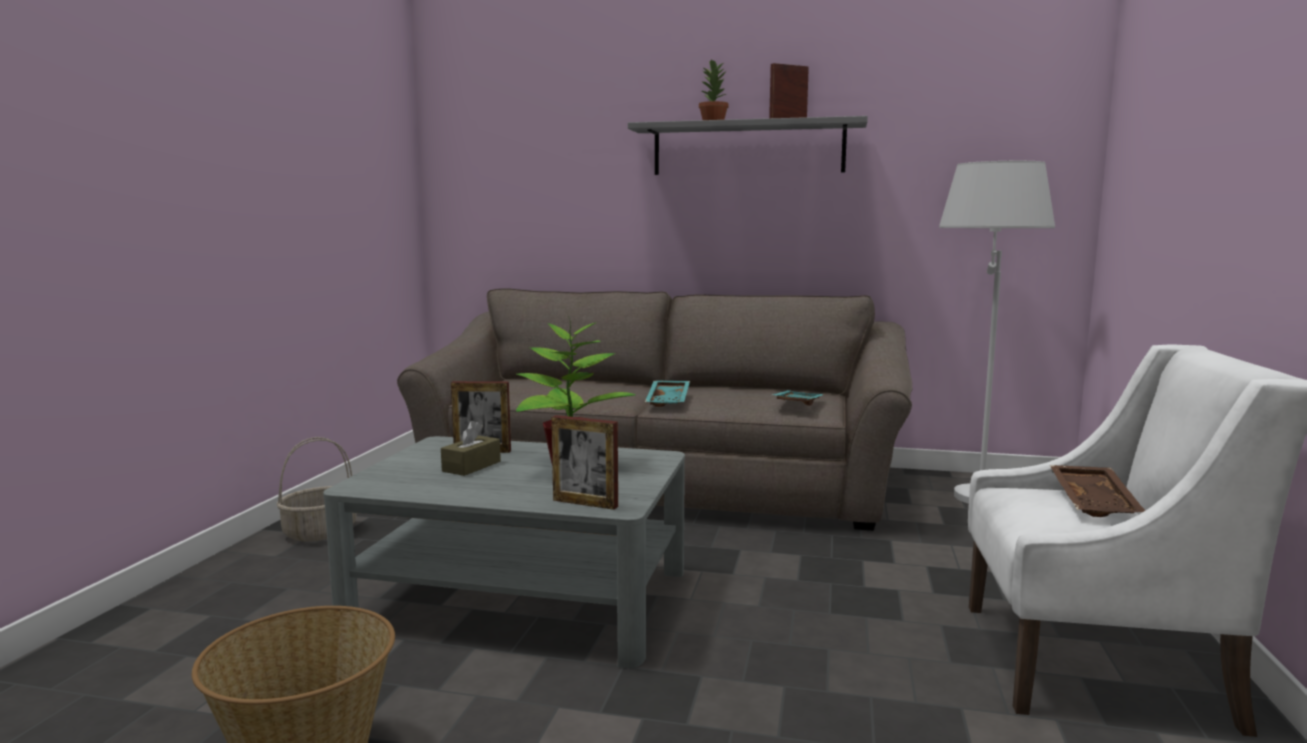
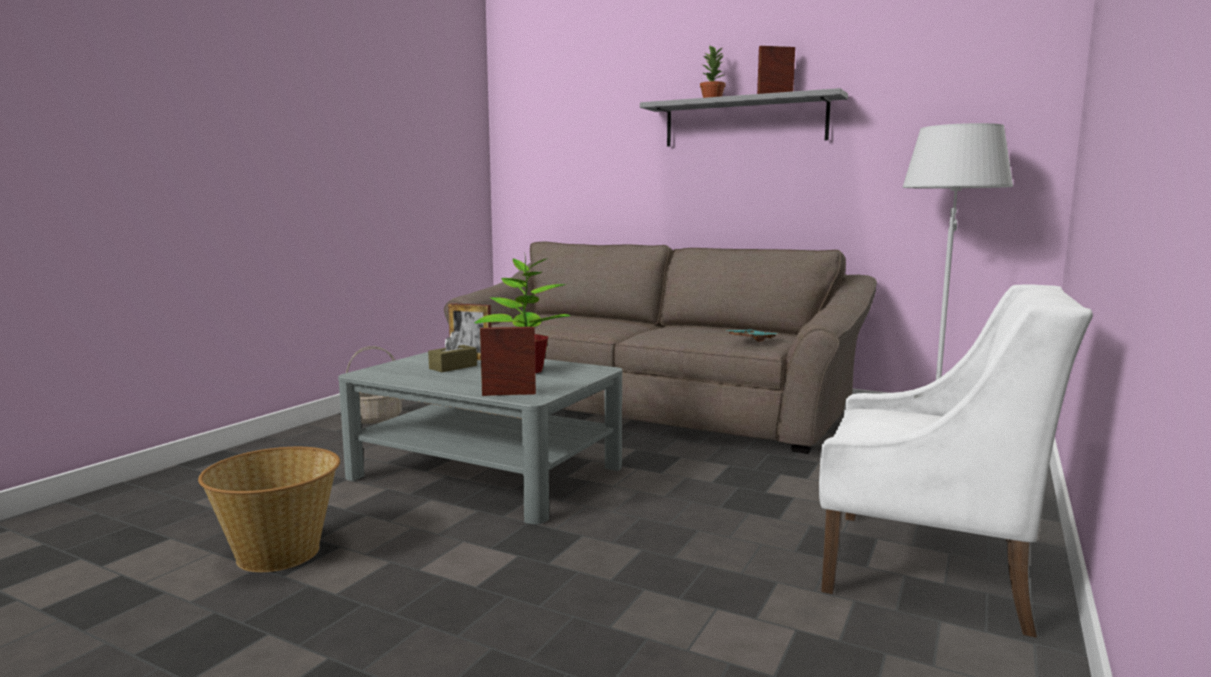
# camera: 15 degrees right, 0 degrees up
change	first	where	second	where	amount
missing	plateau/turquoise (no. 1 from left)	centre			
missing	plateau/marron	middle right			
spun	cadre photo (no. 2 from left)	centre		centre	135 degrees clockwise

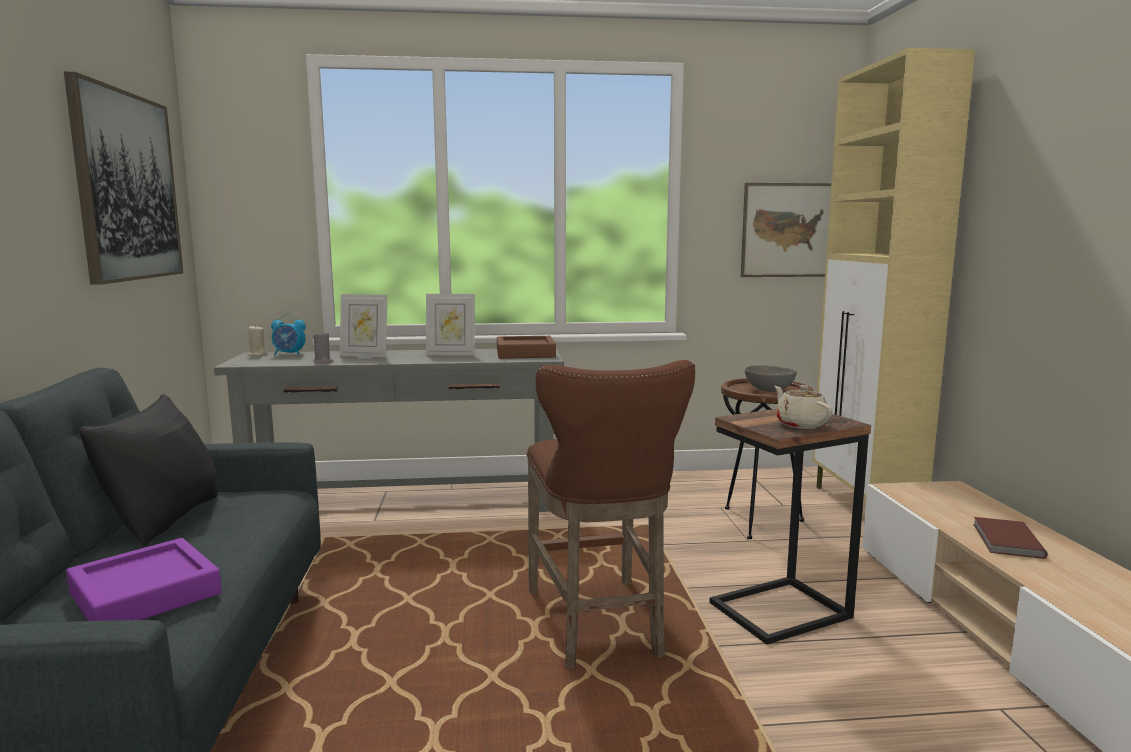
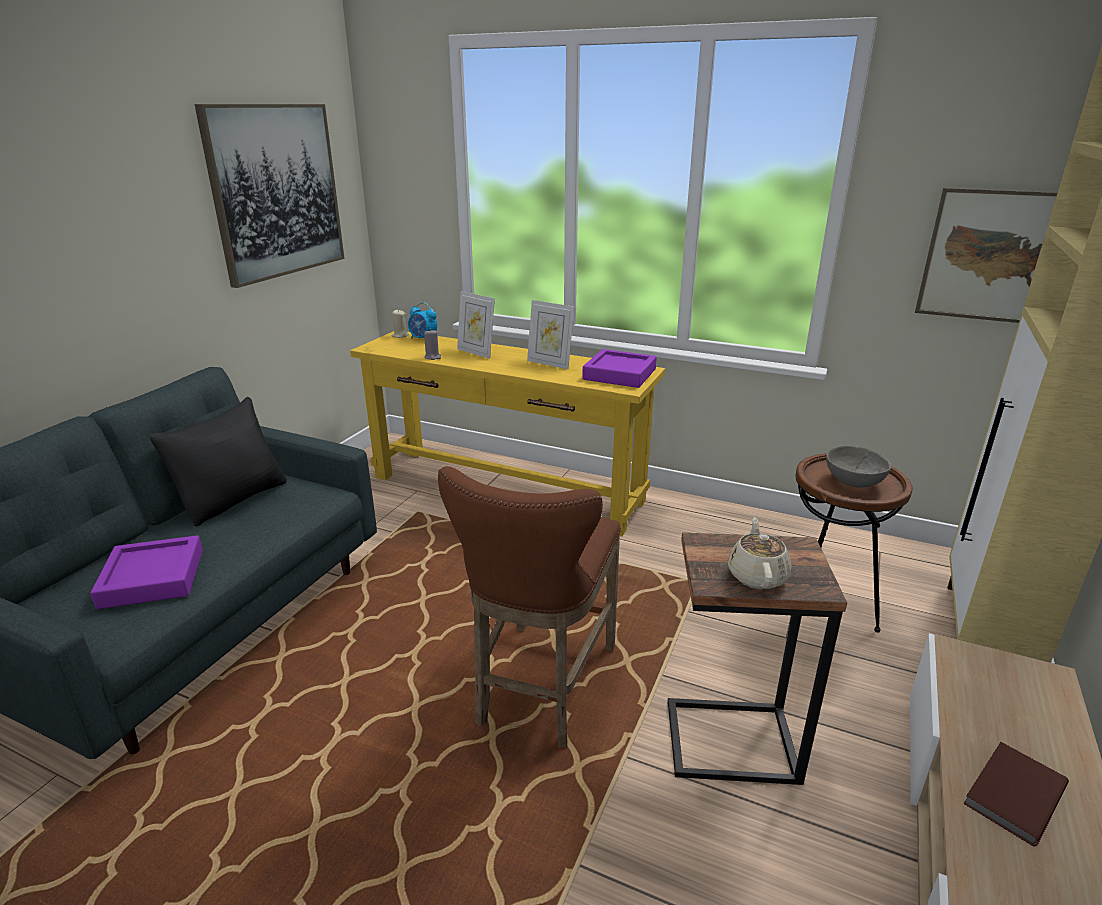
# camera: 30 degrees right, 15 degrees up
change	first	where	second	where	amount
colour	table console/gris	centre	table console/jaune	centre	
colour	plateau/marron	centre	plateau/violet (no. 2 from left)	centre	

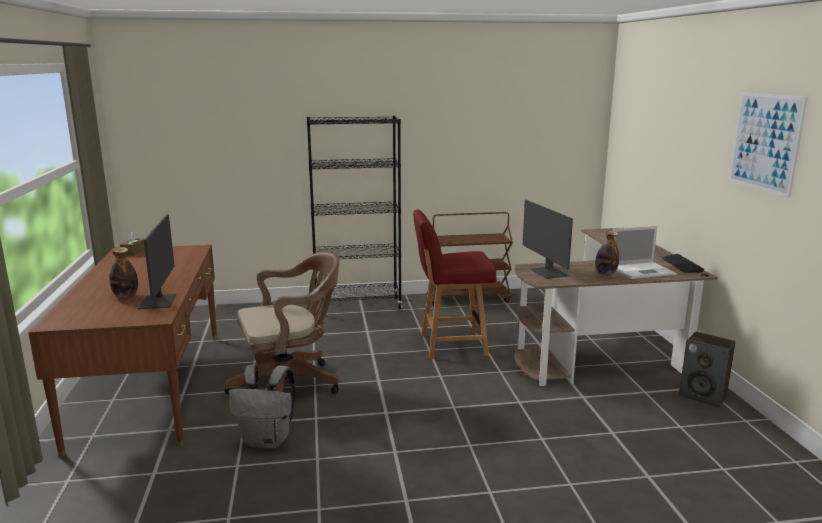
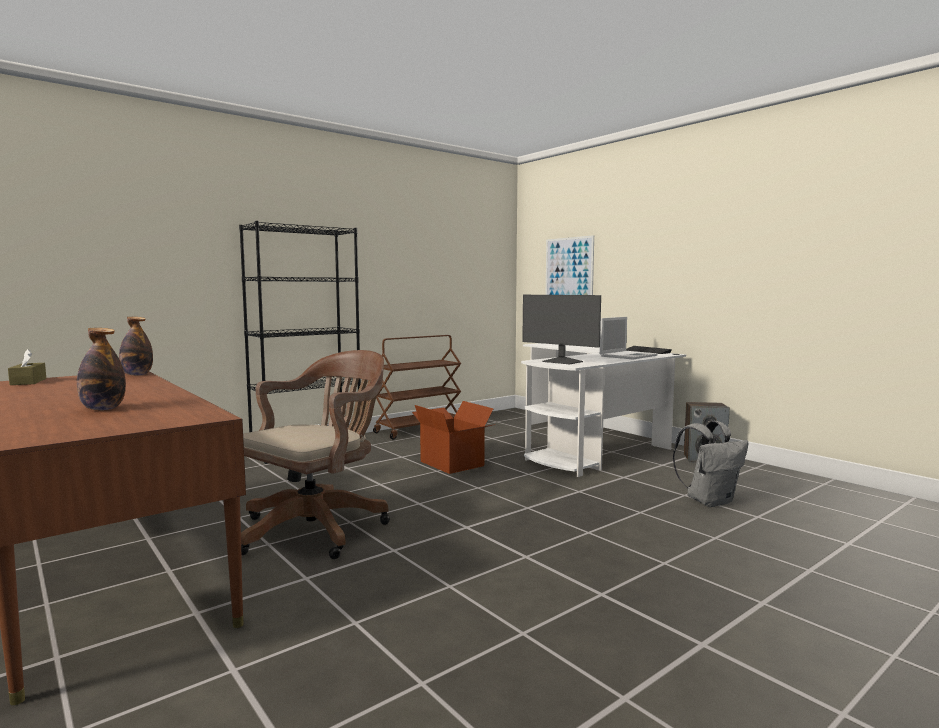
# camera: 30 degrees left, 10 degrees down
change	first	where	second	where	amount
missing	écran d'ordinateur (no. 1 from left)	middle left			
relocated	sac à dos/gris	bottom left		middle right	
relocated	bouteille (no. 2 from left)	middle right		middle left	
relocated	tableau	top right		centre	
exchanged	chaise/rouge	centre	carton	centre	
colour	bureau/marron (no. 2 from left)	middle right	bureau/blanc	centre	

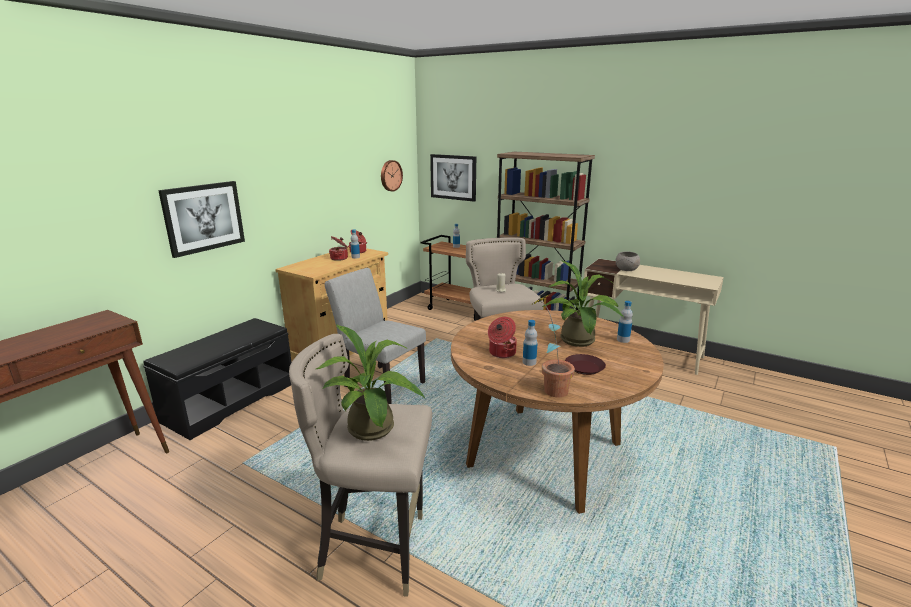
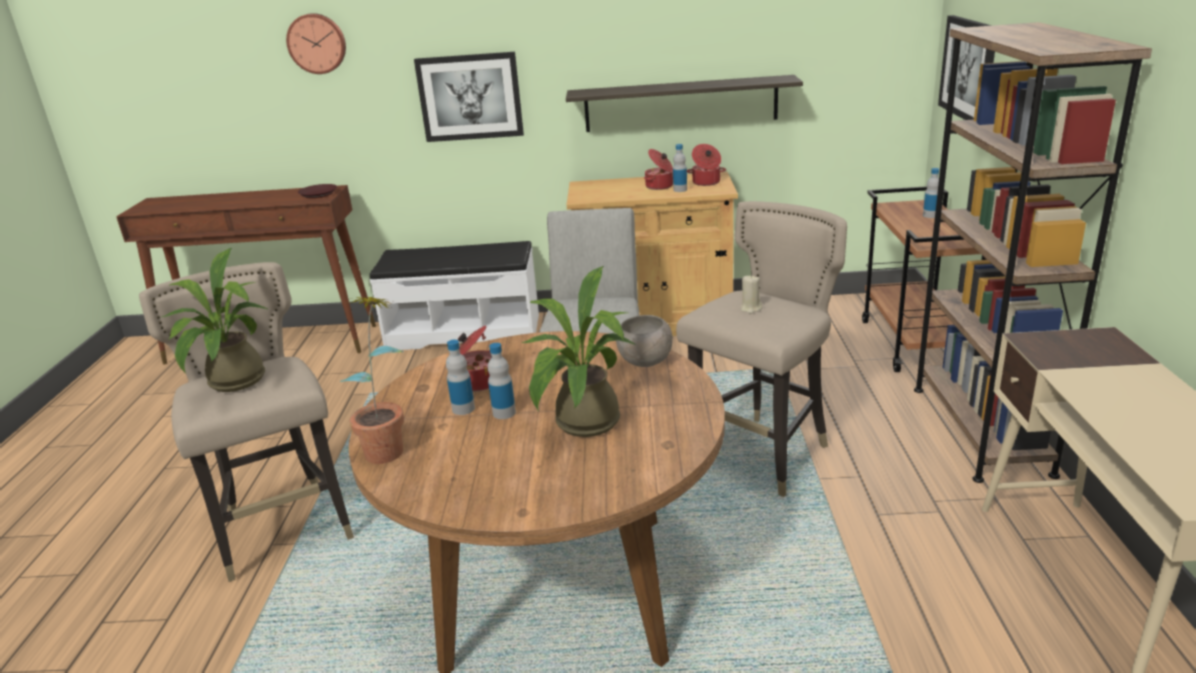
# camera: 60 degrees right, 5 degrees up
change	first	where	second	where	amount
appeared			étagère	top centre	
relocated	horloge murale	top centre		top left	
relocated	assiette/marron	centre		top left	
relocated	bol/gris	middle right		centre	
relocated	bouteille (no. 4 from left in the first image)	middle right	bouteille (no. 2 from left)	centre	
colour	banc/noir	middle left	banc/blanc	centre	

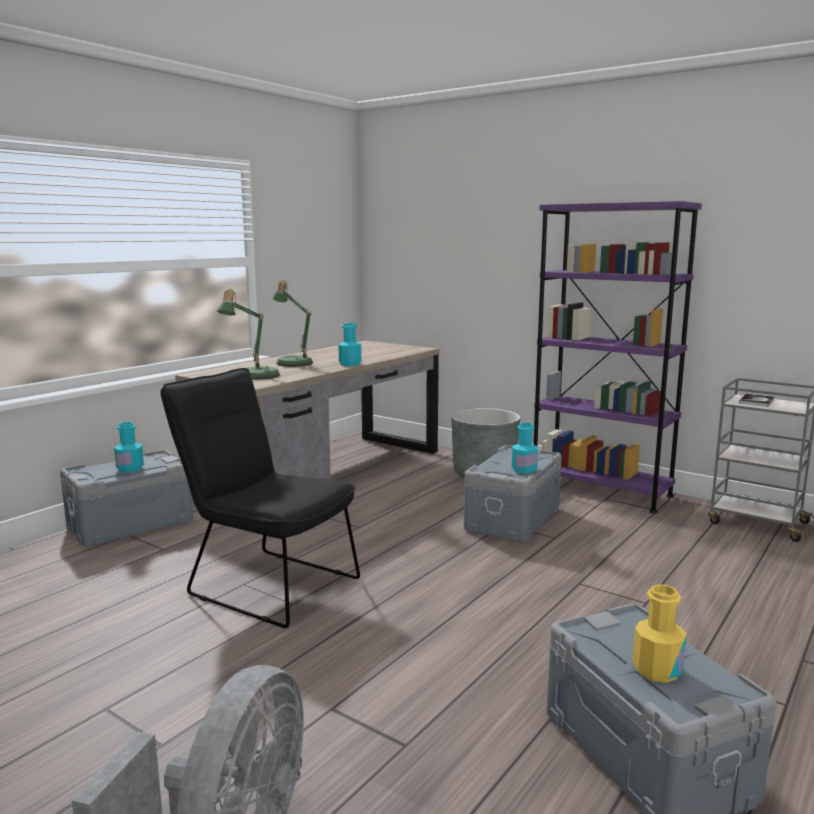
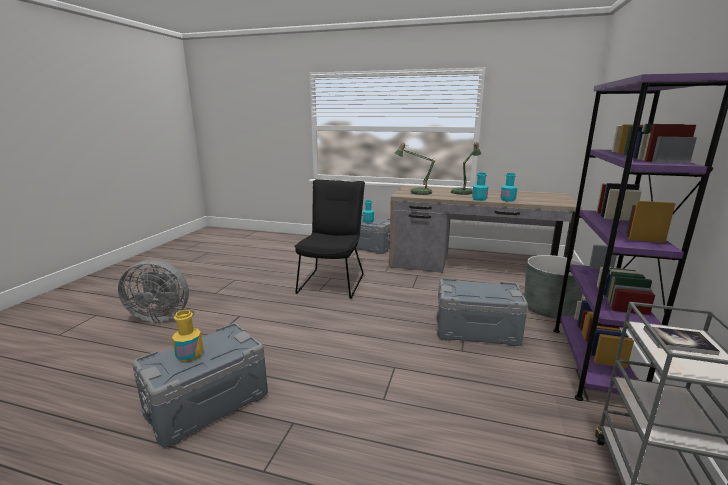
# camera: 70 degrees right, 5 degrees up
change	first	where	second	where	amount
relocated	bouteille/turquoise (no. 3 from left)	centre		middle right	

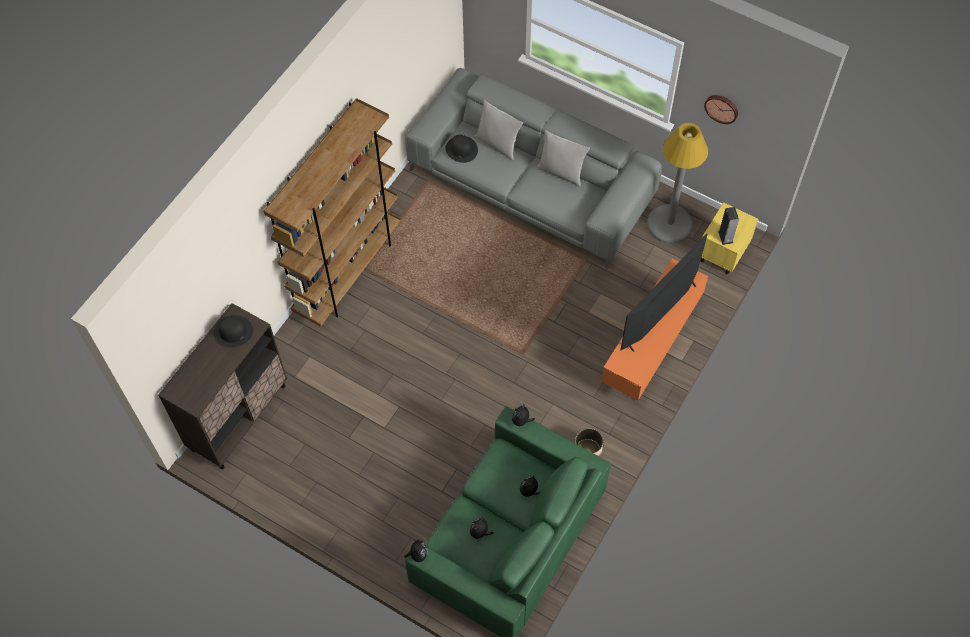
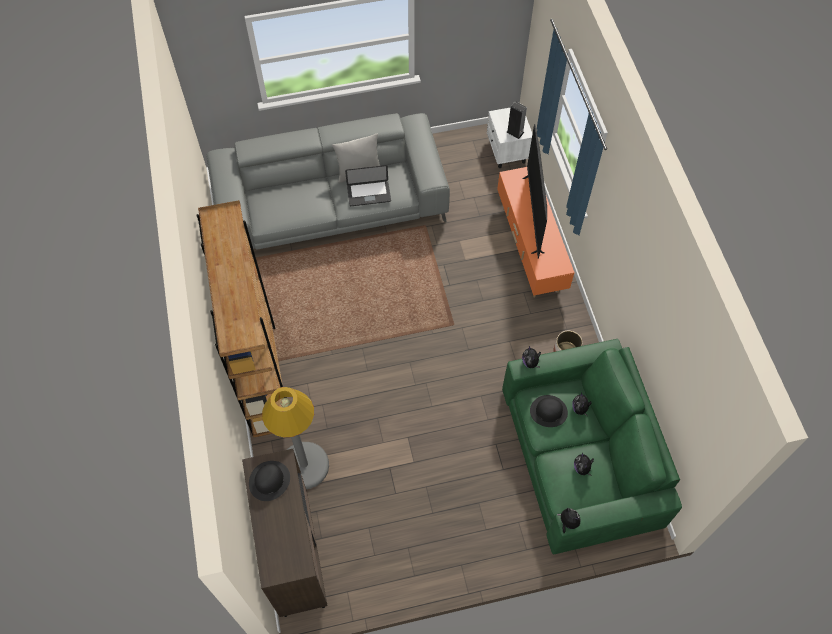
# camera: 45 degrees left, 0 degrees up
change	first	where	second	where	amount
missing	coussin/gris (no. 1 from left)	top centre			
missing	horloge murale	top right			
appeared			ordinateur portable	top centre	
relocated	chapeau/noir (no. 2 from left)	top centre		centre	
relocated	lampadaire/gris	top right		bottom centre	
colour	table de chevet/jaune	middle right	table de chevet/blanc	top centre	

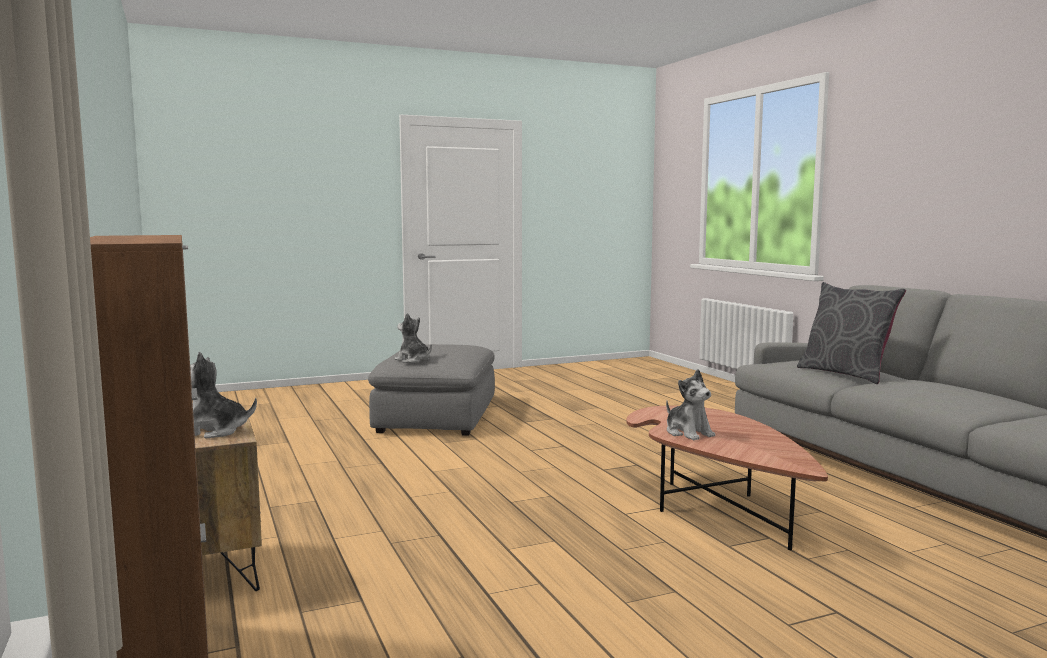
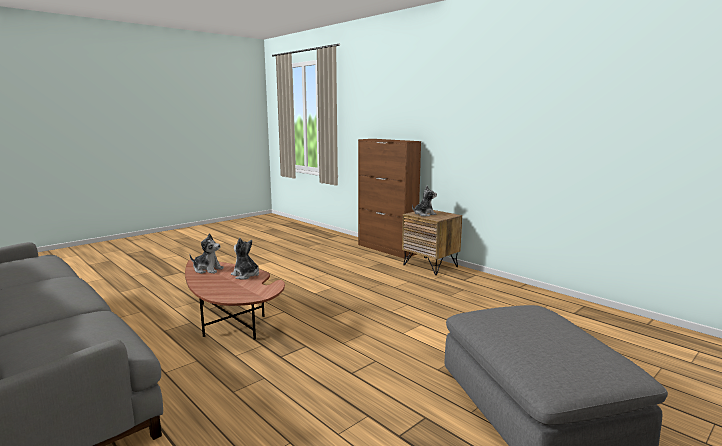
# camera: 160 degrees right, 5 degrees up
change	first	where	second	where	amount
missing	coussin/gris	middle right			
relocated	peluche (no. 2 from left in the first image)	centre	peluche (no. 1 from left)	middle left	

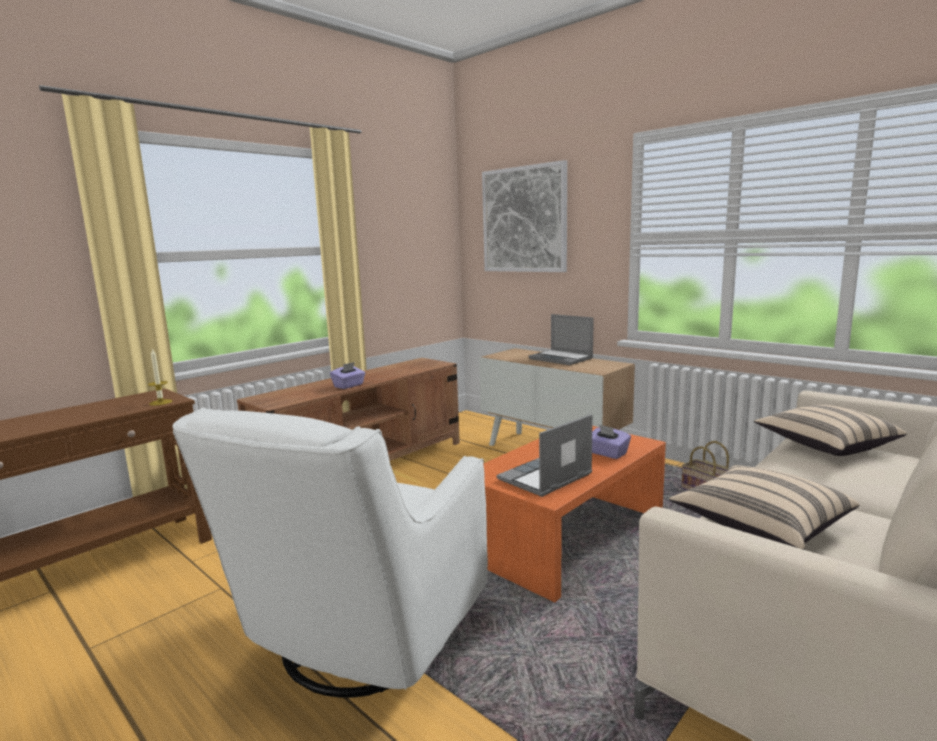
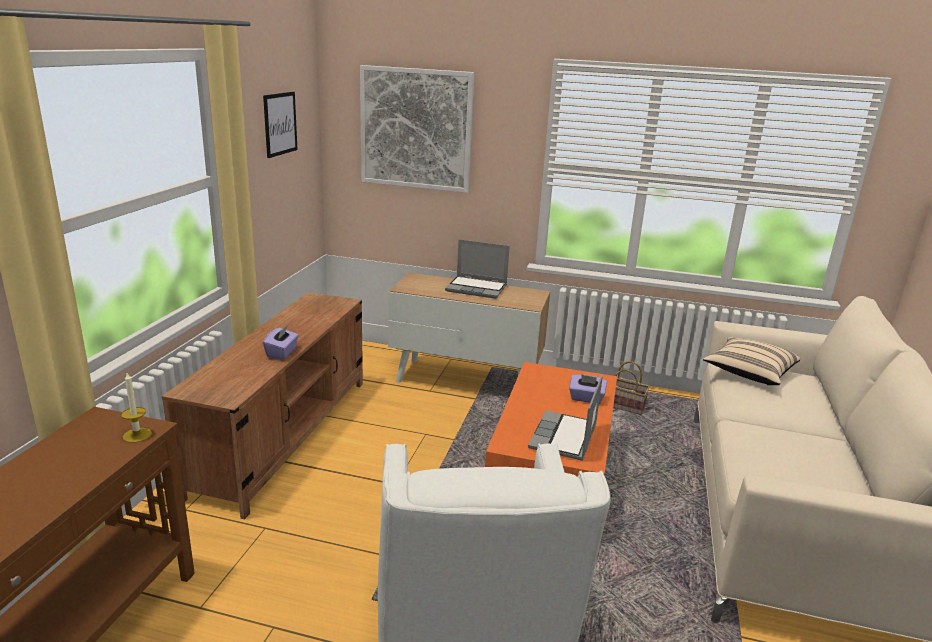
# camera: 30 degrees left, 10 degrees up
change	first	where	second	where	amount
missing	coussin/beige (no. 1 from left)	bottom right			
appeared			tableau (no. 1 from left)	top left	

